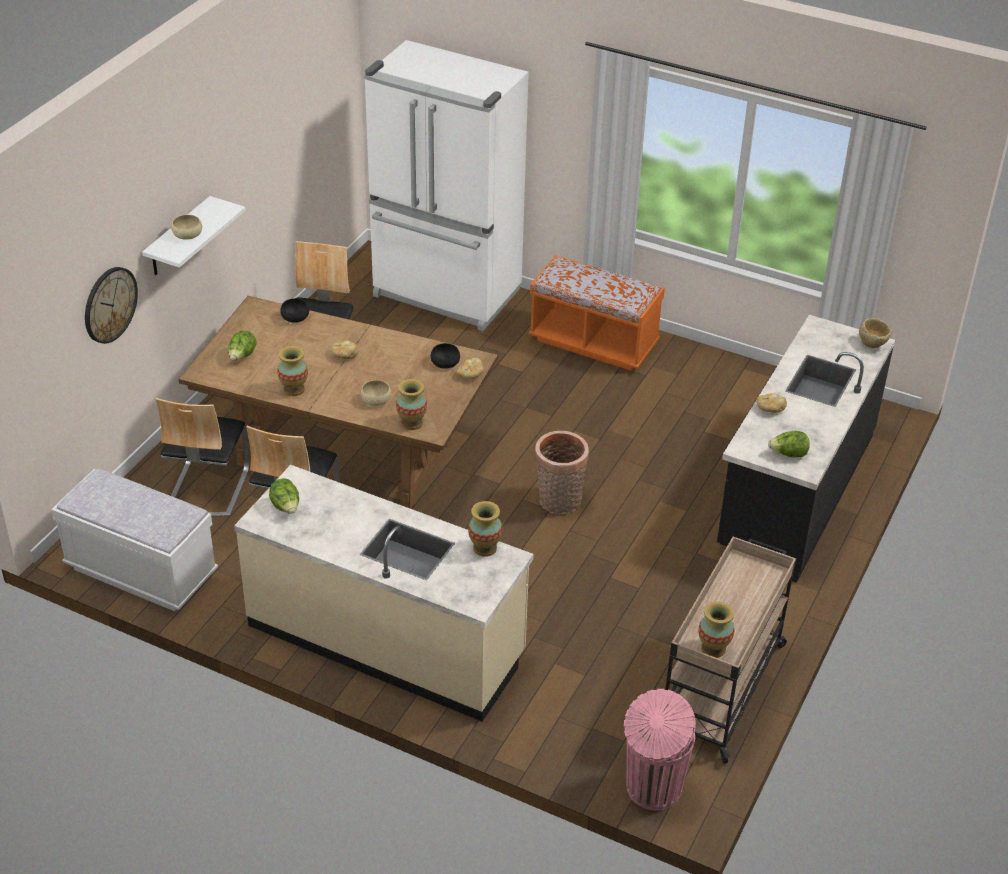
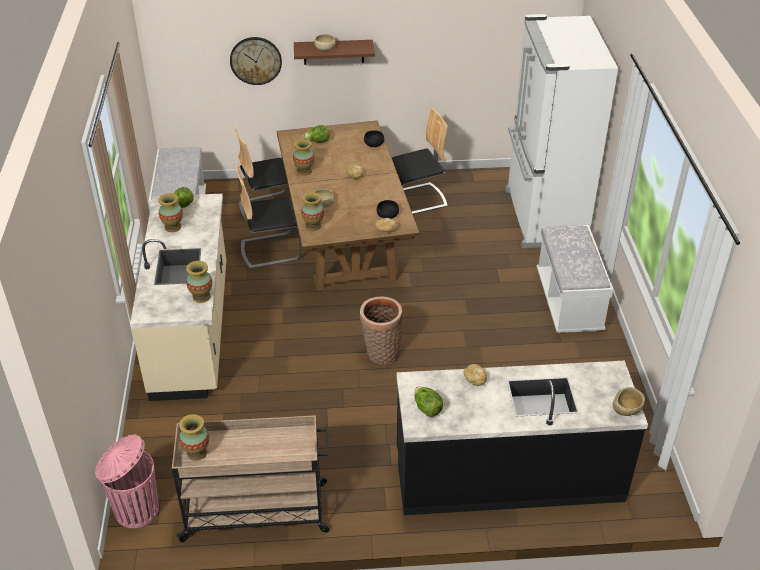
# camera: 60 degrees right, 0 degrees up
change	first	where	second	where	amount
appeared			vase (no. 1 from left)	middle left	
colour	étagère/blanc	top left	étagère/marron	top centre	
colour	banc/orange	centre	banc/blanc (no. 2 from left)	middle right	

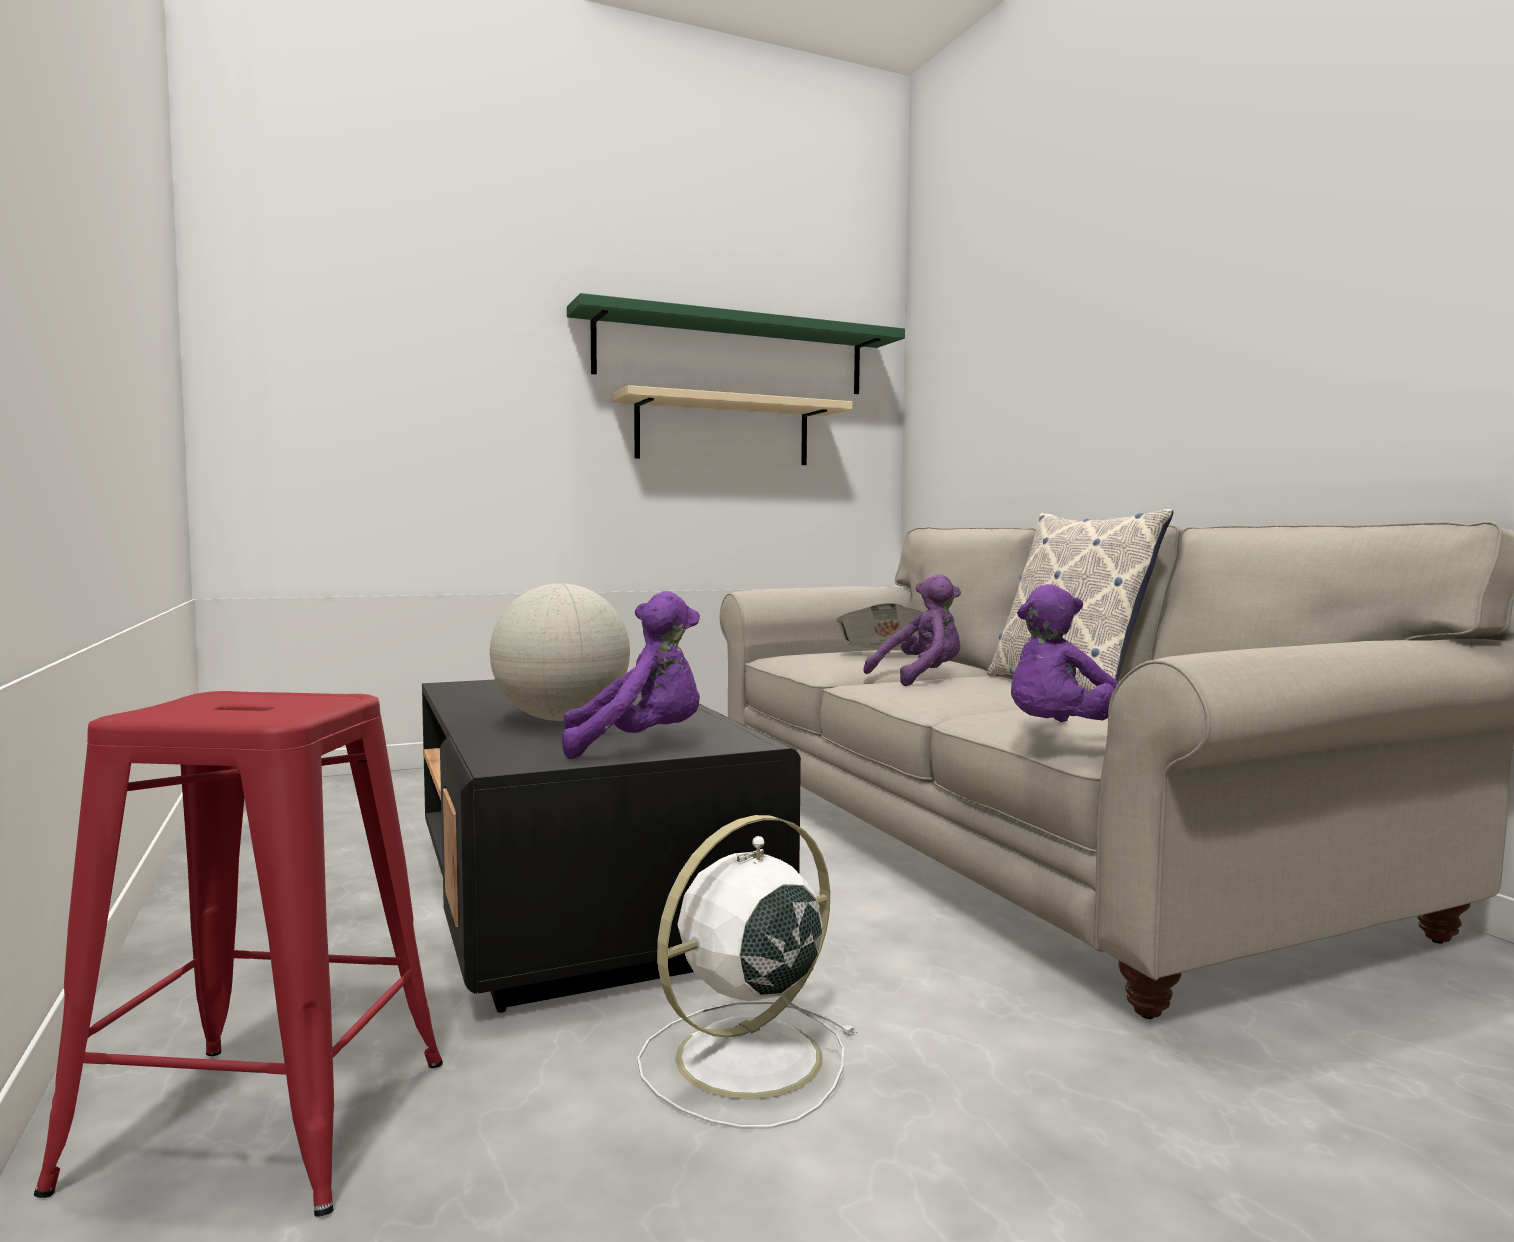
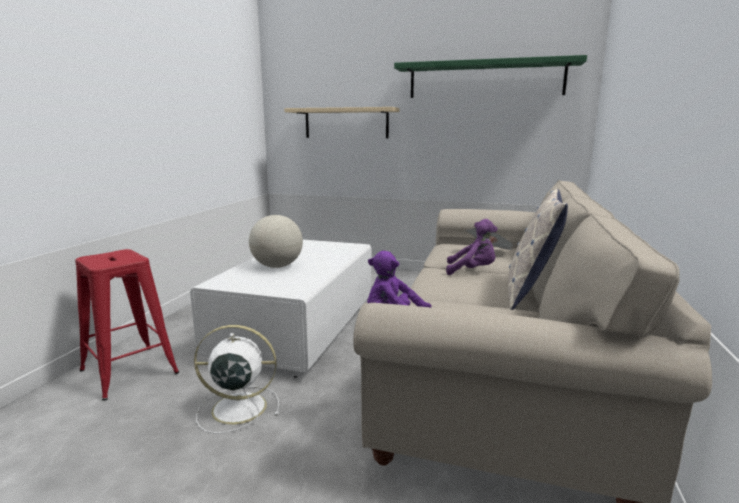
# camera: 40 degrees right, 10 degrees up
change	first	where	second	where	amount
missing	peluche/violet (no. 1 from left)	centre			
relocated	étagère/beige	centre		top centre	
colour	table basse/noir	bottom centre	table basse/blanc	centre	

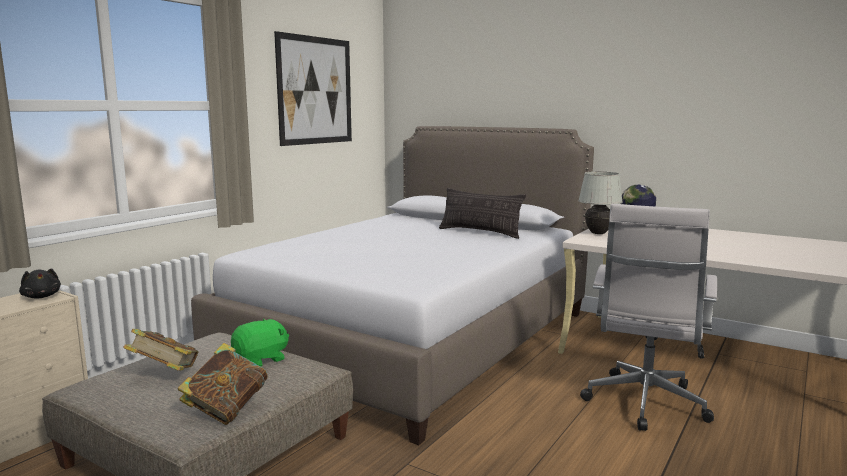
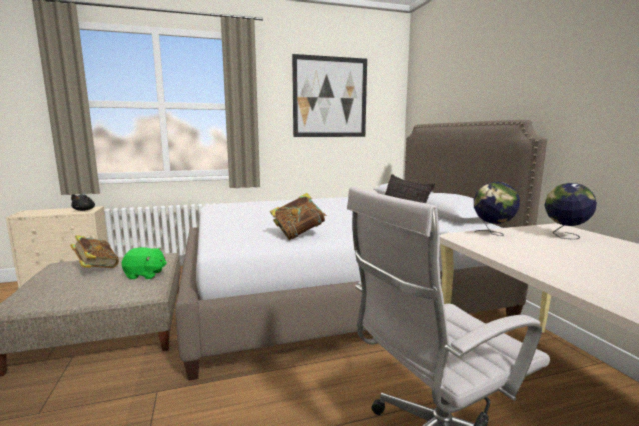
# camera: 40 degrees right, 0 degrees up
change	first	where	second	where	amount
relocated	livre (no. 2 from left)	bottom left		centre	
exchanged	lampe de table/blanc	middle right	globe (no. 1 from left)	middle right	

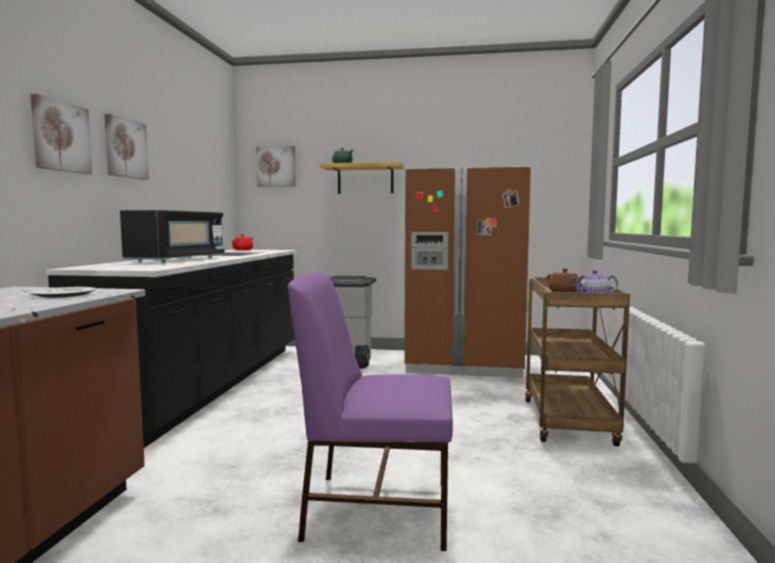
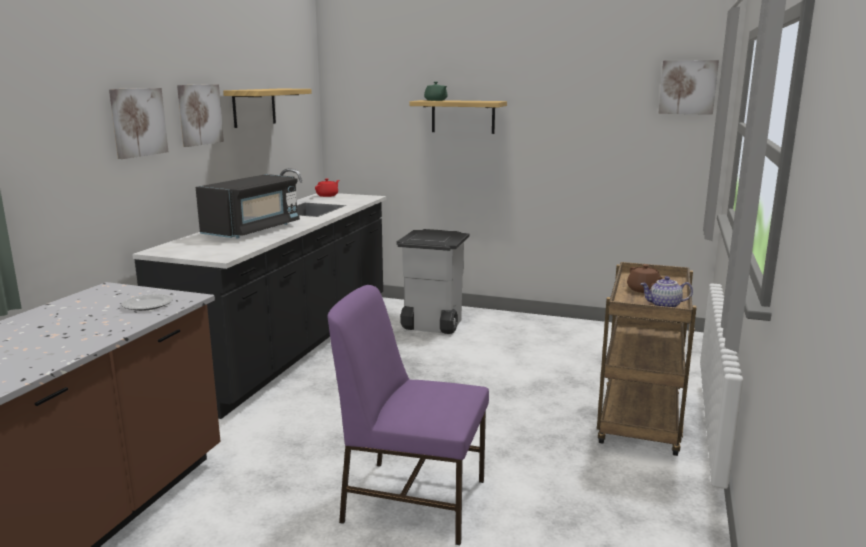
# camera: 10 degrees right, 10 degrees up
change	first	where	second	where	amount
missing	réfrigérateur/marron	centre			
appeared			étagère (no. 1 from left)	top left	
relocated	tableau (no. 3 from left)	top centre		top right	

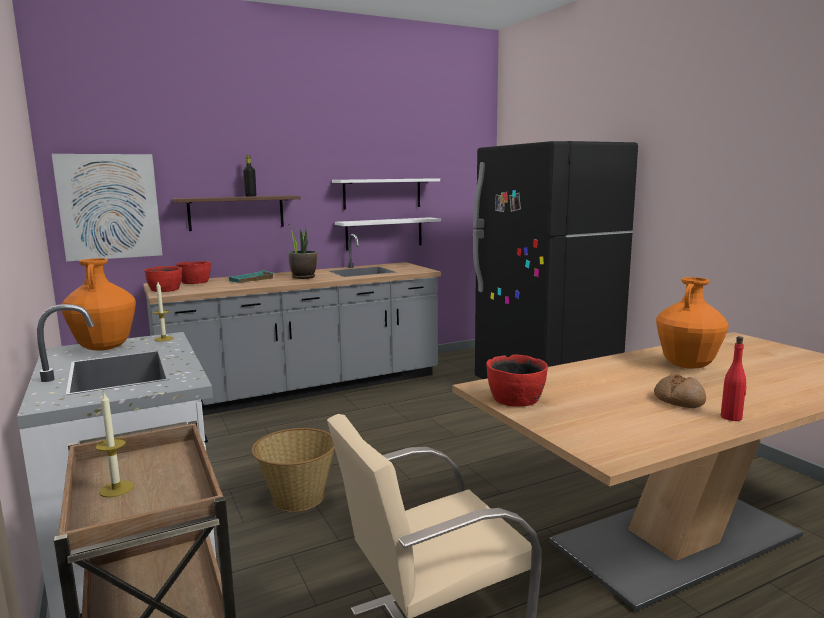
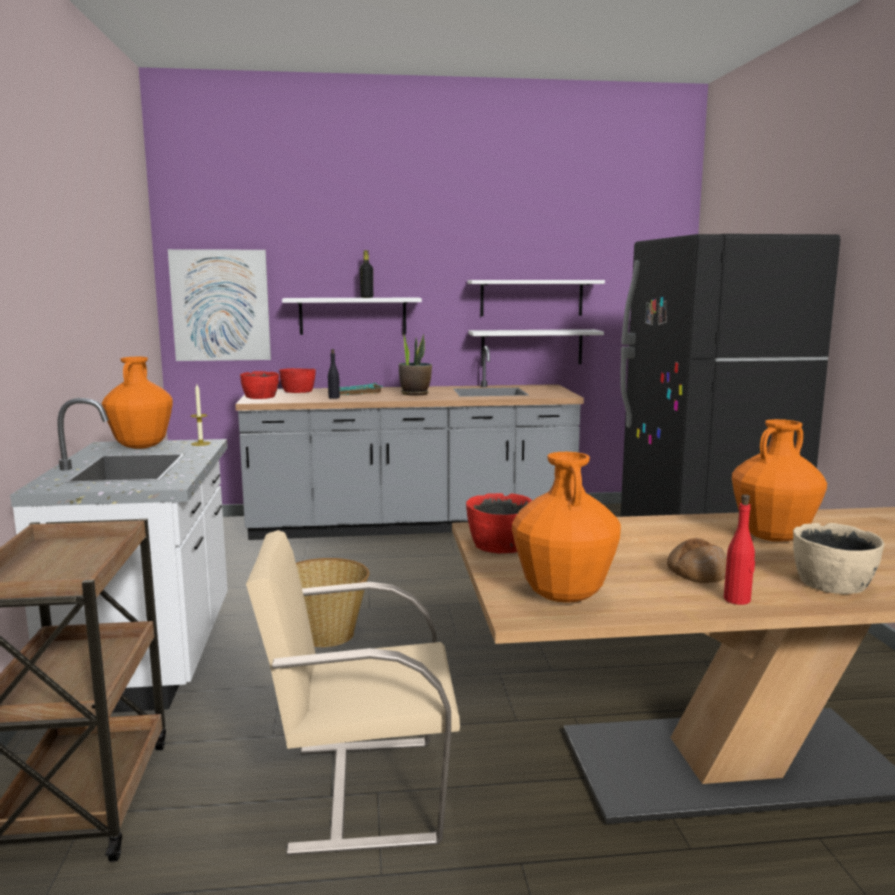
# camera: 20 degrees right, 0 degrees up
change	first	where	second	where	amount
missing	bougie (no. 1 from left)	bottom left			
appeared			bouteille/noir (no. 1 from left)	centre	
appeared			vase/orange (no. 2 from left)	centre	
appeared			bol/beige	middle right	
colour	étagère/marron	middle left	étagère/blanc (no. 1 from left)	centre	

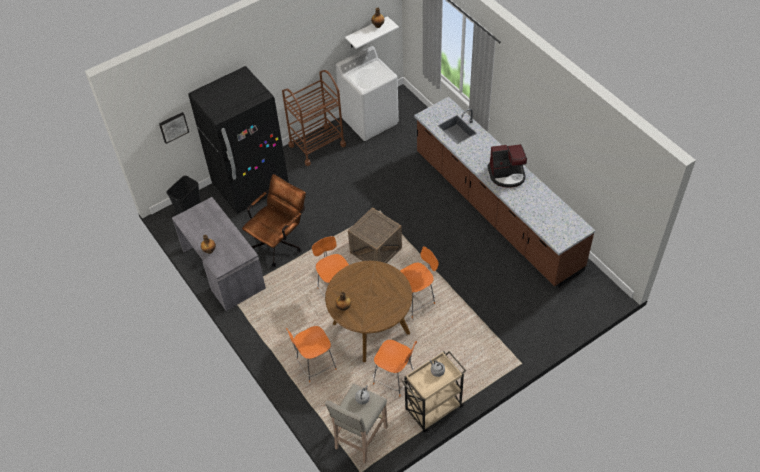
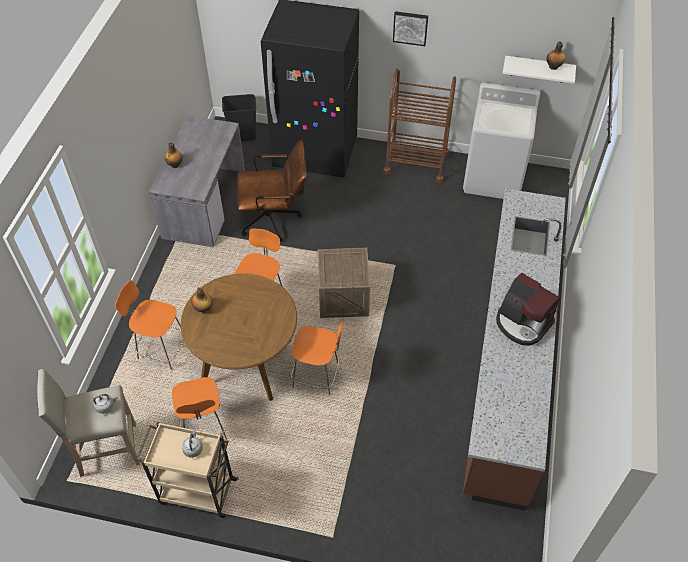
# camera: 45 degrees right, 0 degrees up
change	first	where	second	where	amount
relocated	tableau	top left		top centre	

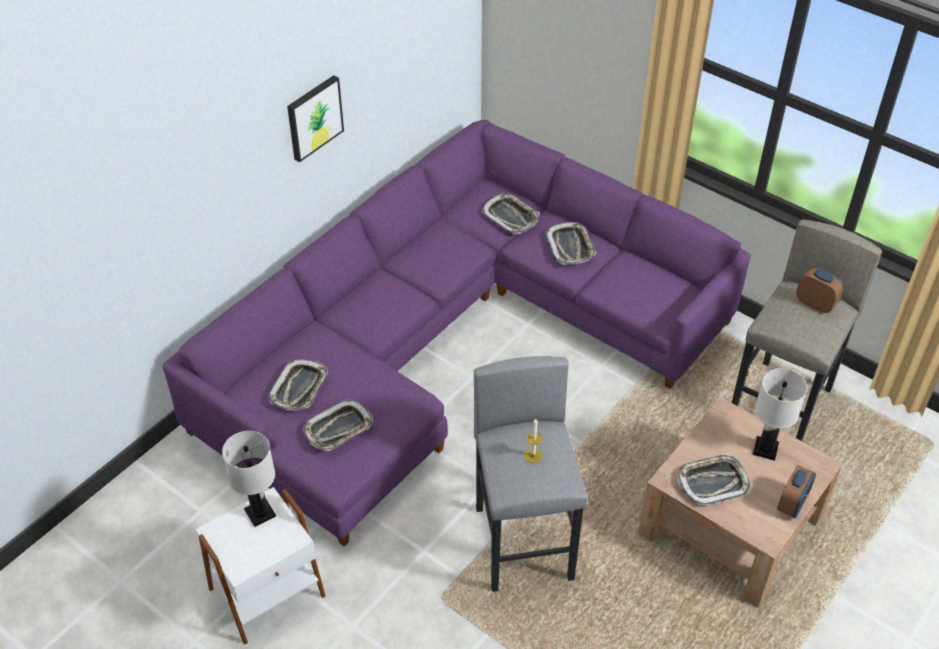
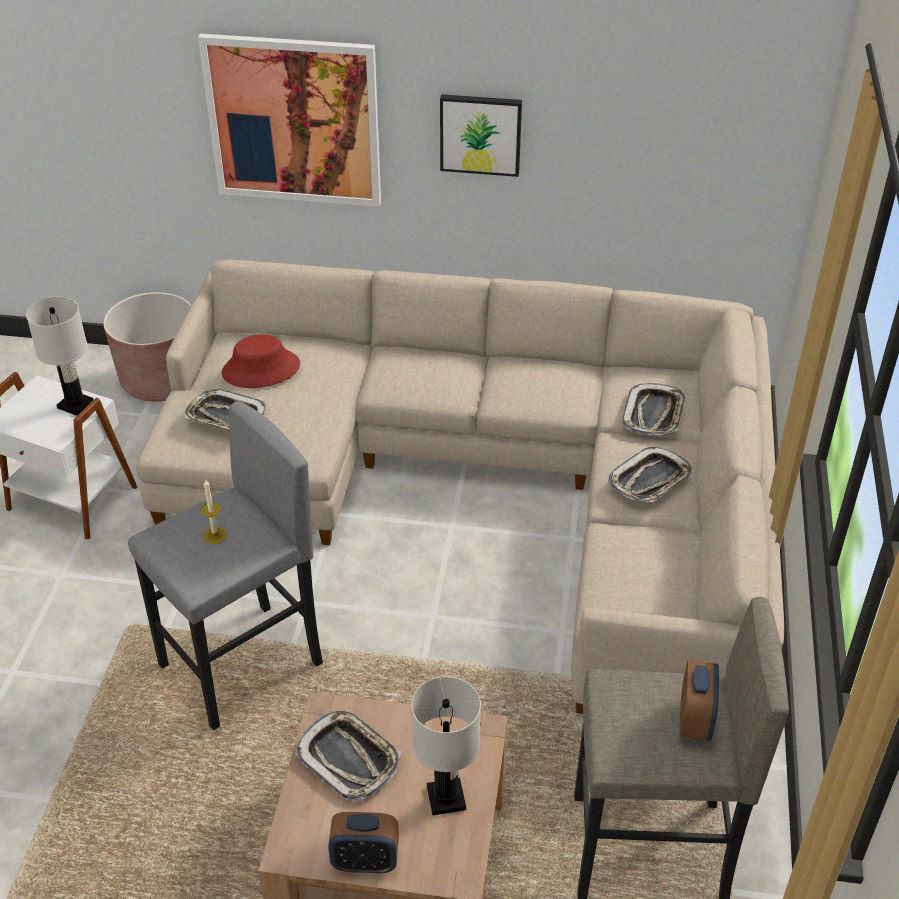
# camera: 60 degrees right, 5 degrees down
change	first	where	second	where	amount
appeared			cache-pot/marron	middle left	
appeared			tableau (no. 1 from left)	top left	
exchanged	plateau (no. 1 from left)	middle left	chapeau/rouge	middle left	
colour	canapé/violet	centre	canapé/beige	centre	

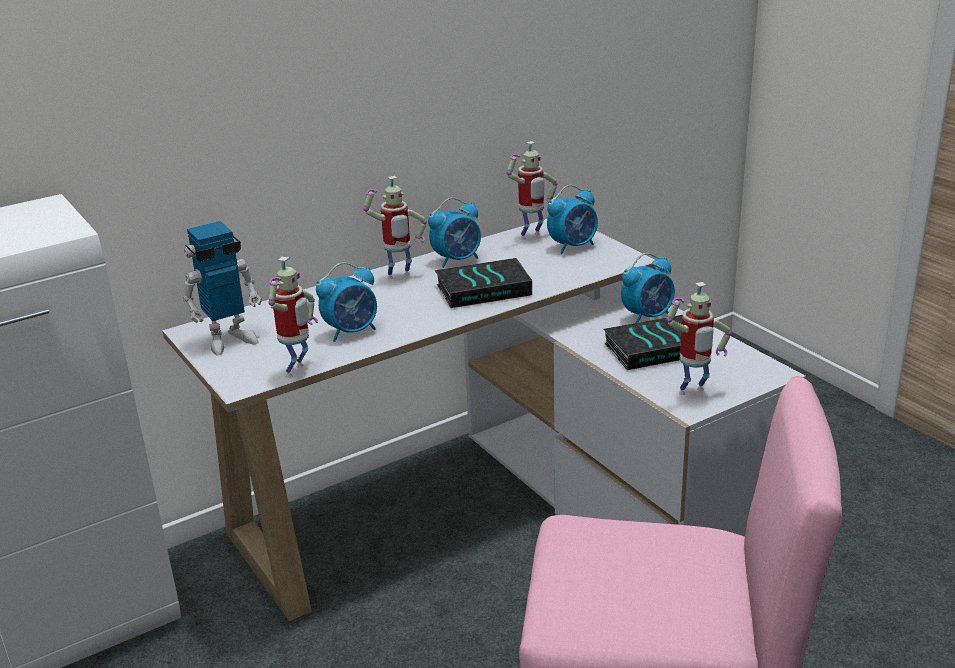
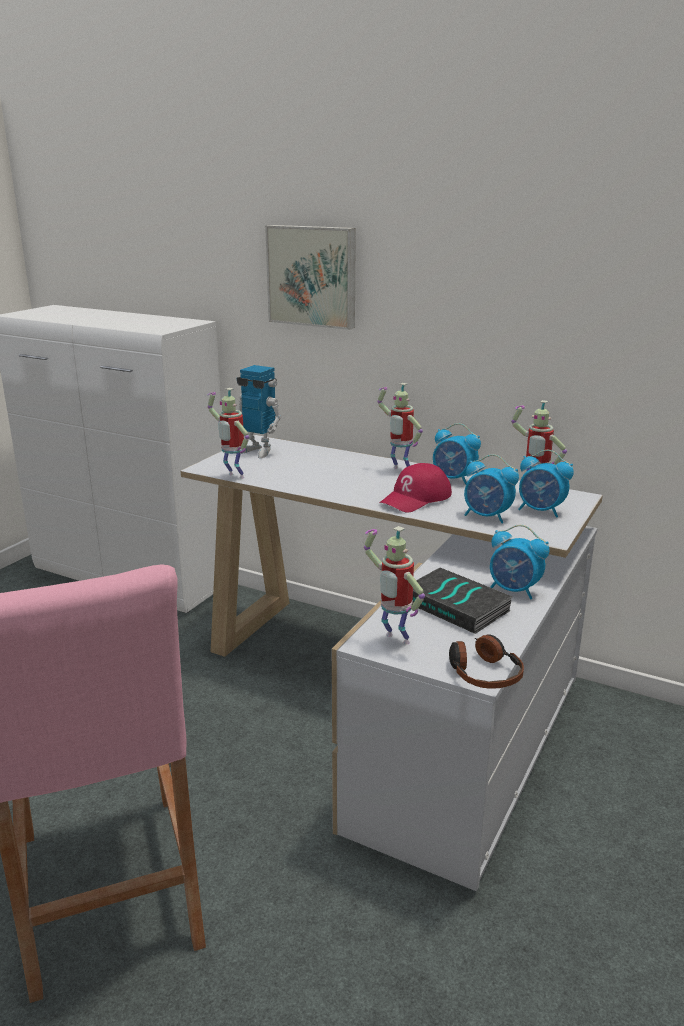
# camera: 60 degrees right, 5 degrees down
change	first	where	second	where	amount
appeared			tableau	top centre	
appeared			casque audio	middle right	
relocated	réveil (no. 1 from left in the first image)	centre	réveil (no. 2 from left)	middle right	
exchanged	livre (no. 1 from left)	centre	casquette/rouge	centre	
spun	robot jouet (no. 2 from left in the first image)	middle left	robot jouet (no. 1 from left)	centre	45 degrees clockwise

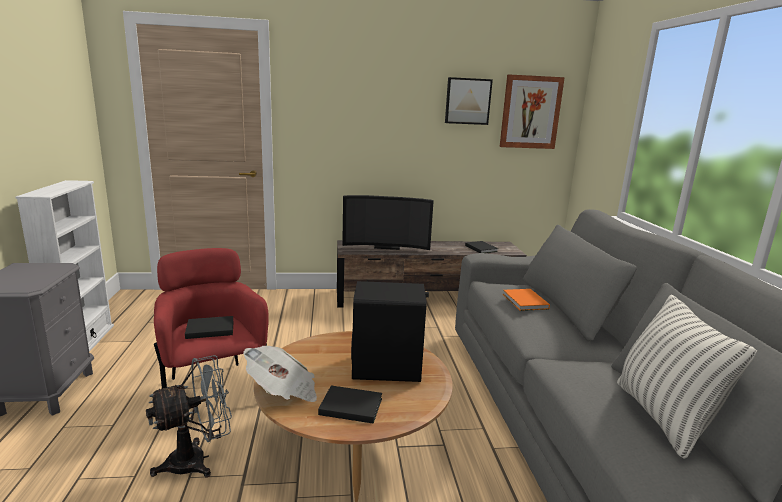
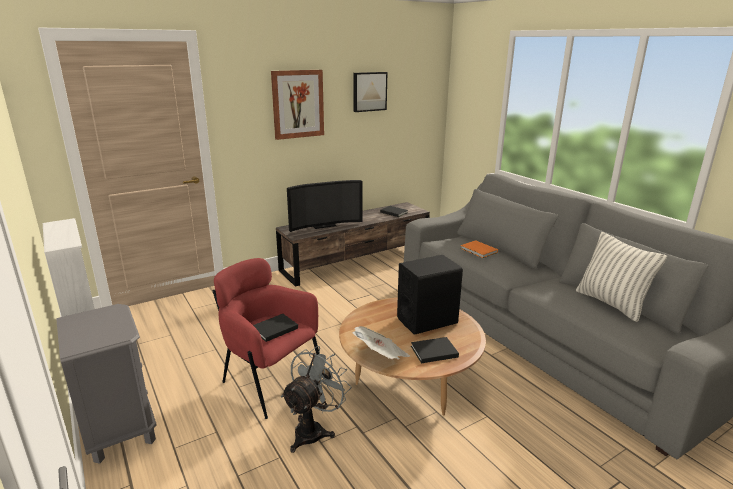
# camera: 25 degrees left, 5 degrees up
change	first	where	second	where	amount
relocated	tableau (no. 2 from left in the first image)	top right	tableau (no. 1 from left)	top centre	

